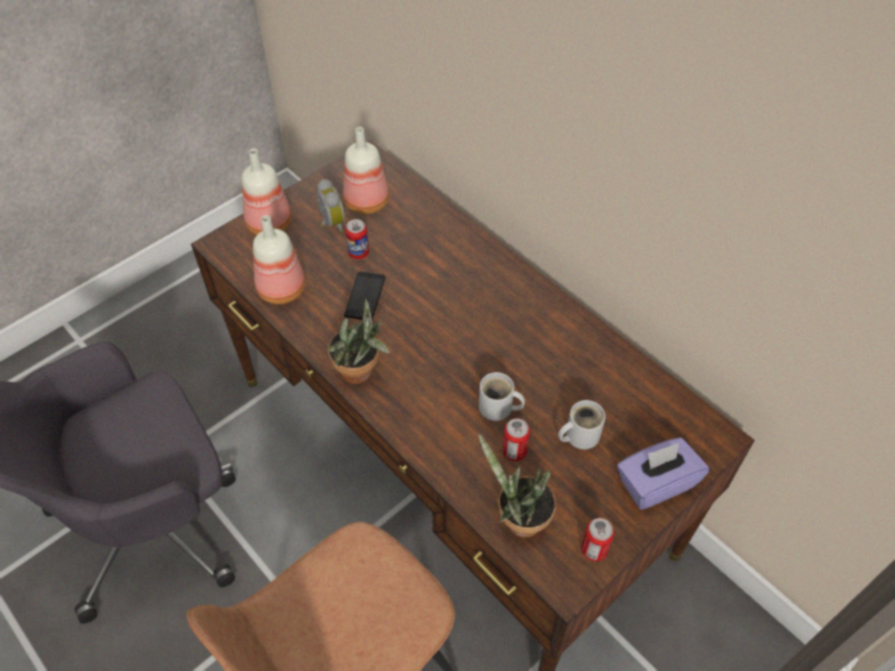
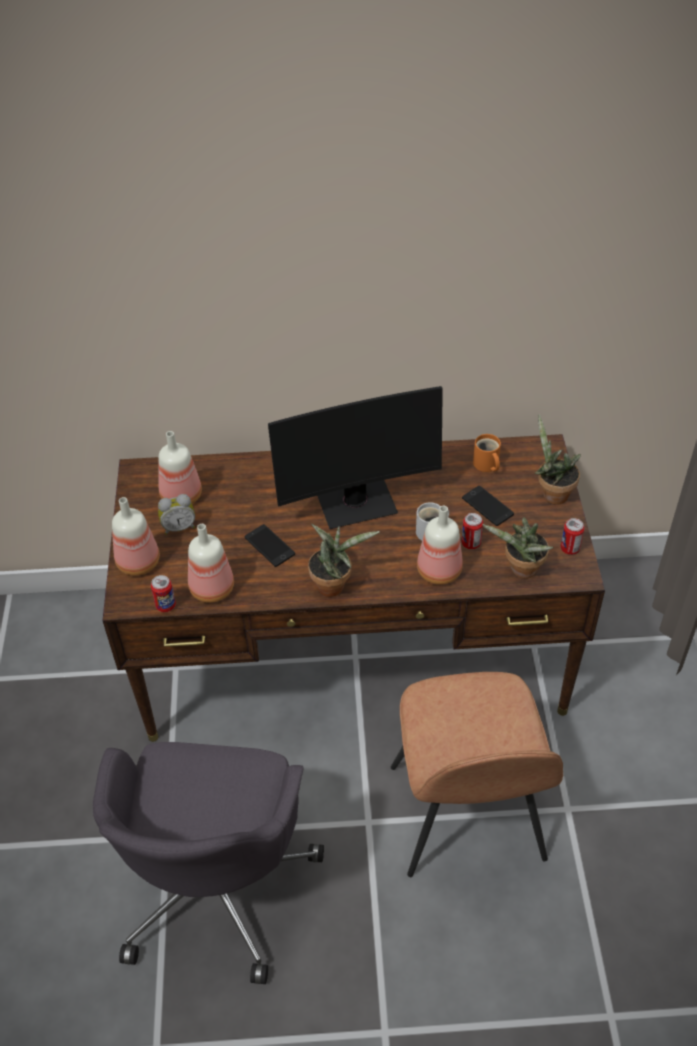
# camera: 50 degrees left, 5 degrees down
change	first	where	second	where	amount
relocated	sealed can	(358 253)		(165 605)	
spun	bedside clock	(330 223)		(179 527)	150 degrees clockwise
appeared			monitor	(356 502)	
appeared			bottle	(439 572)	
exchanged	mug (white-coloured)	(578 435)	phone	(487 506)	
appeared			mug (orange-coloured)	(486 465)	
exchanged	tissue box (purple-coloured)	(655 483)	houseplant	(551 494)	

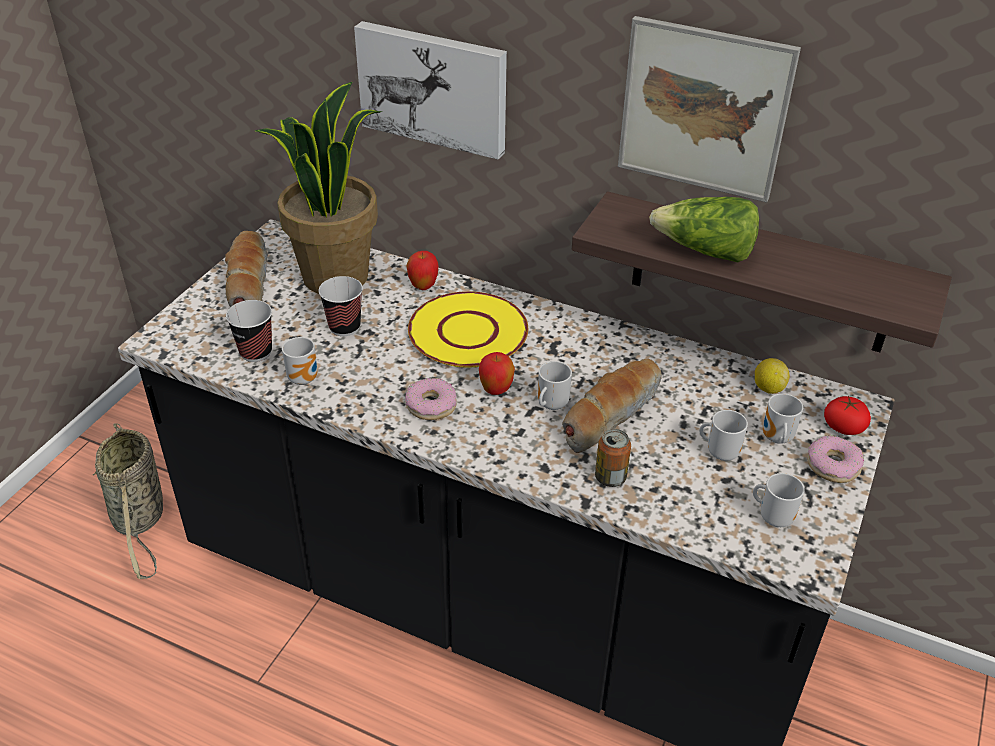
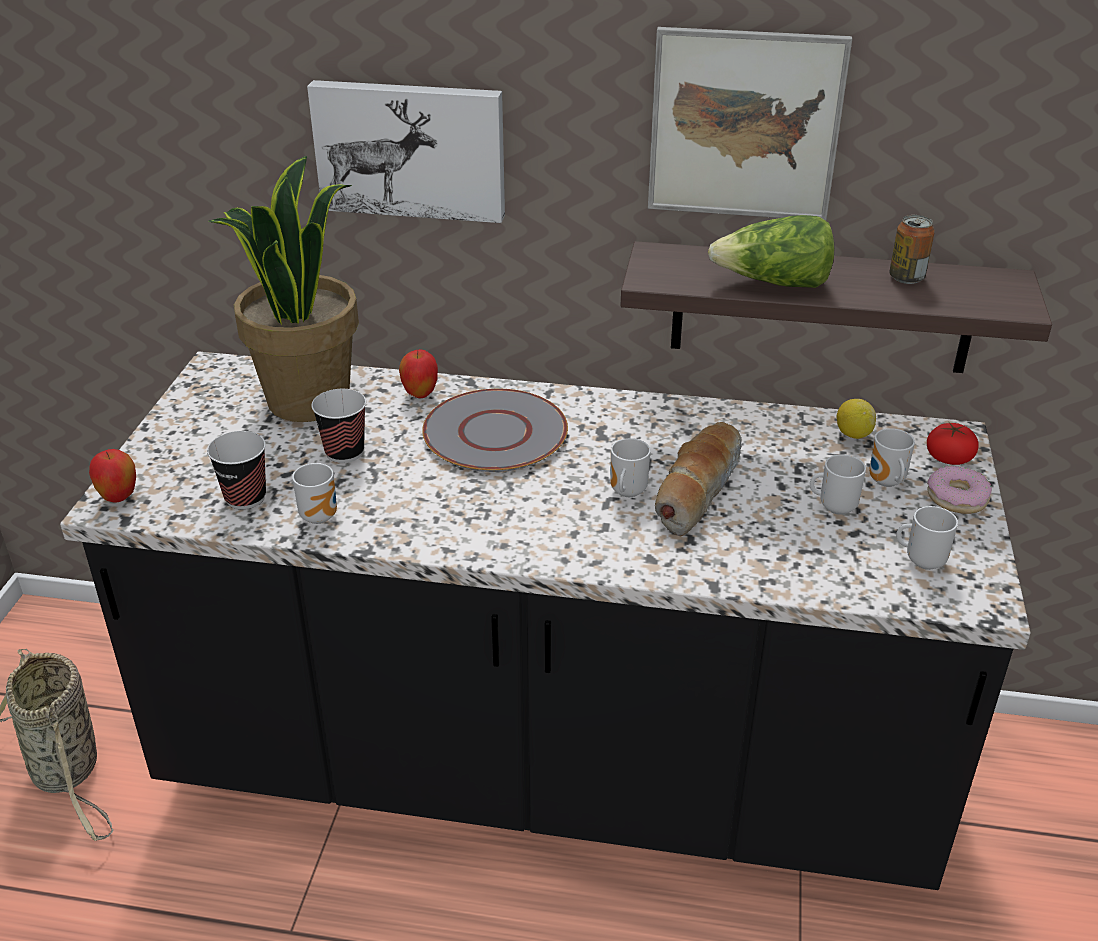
# camera: 15 degrees left, 5 degrees down
change	first	where	second	where	amount
relocated	apple	(496 391)		(119 498)	
colour	flat dish (yellow-coloured)	(467 332)	flat dish (grey)	(495 434)	
relocated	sealed can	(610 477)		(906 278)	
missing	baked bread	(247 282)			
missing	doughnut	(431 405)			

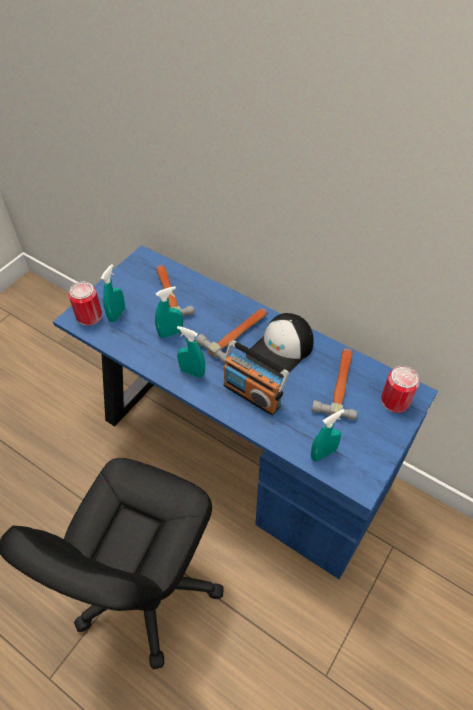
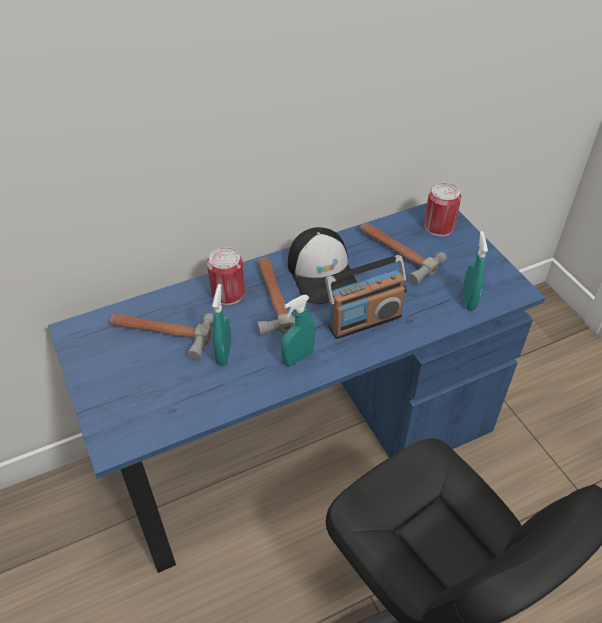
# camera: 60 degrees left, 5 degrees down
change	first	where	second	where	amount
relocated	sealed can	(89 316)		(228 293)	
missing	sprayer (turquoise-coloured)	(117 315)			

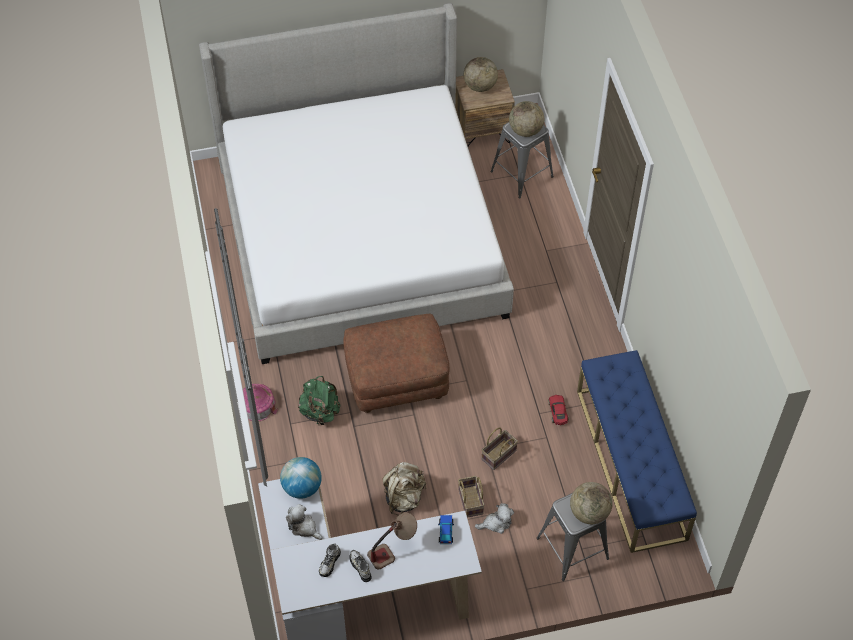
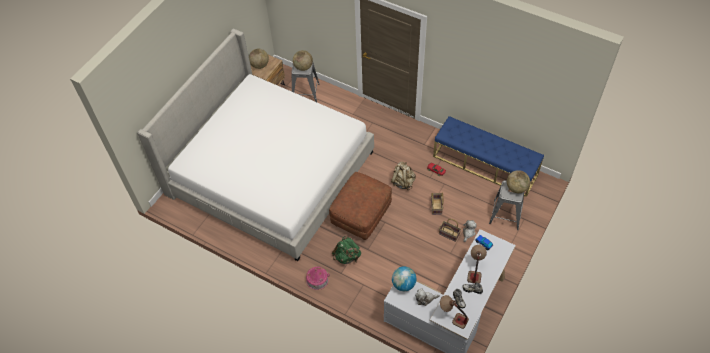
# camera: 45 degrees left, 0 degrees up
change	first	where	second	where	amount
relocated	backpack (beige-coloured)	(404 497)		(403 182)	
appeared			tabletop lamp	(452 317)	

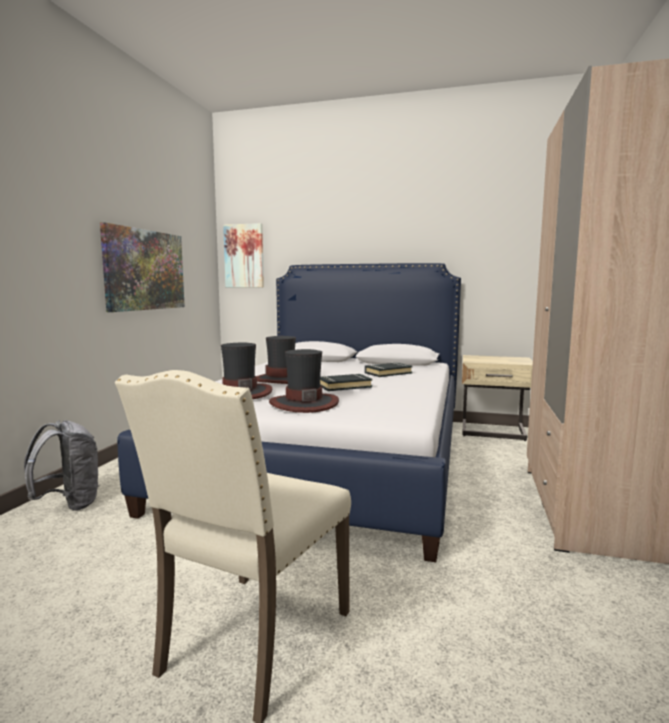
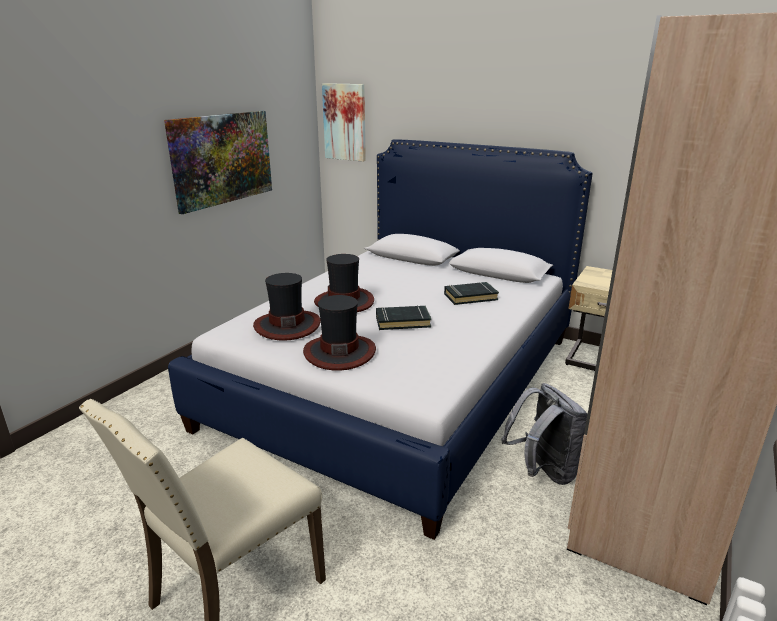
# camera: 15 degrees right, 15 degrees up
change	first	where	second	where	amount
relocated	backpack (grey)	(69 504)		(543 471)	

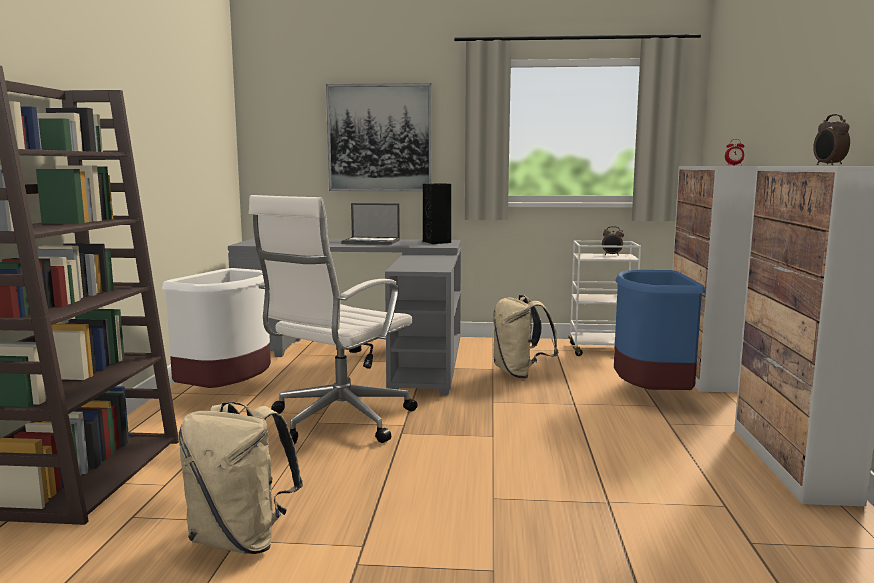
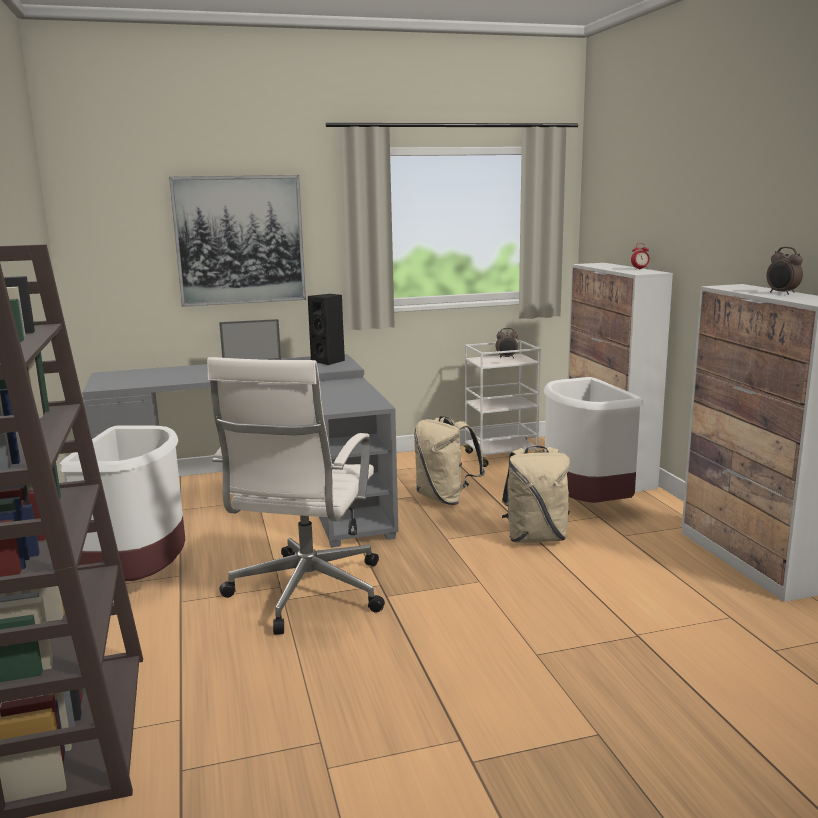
# camera: 20 degrees left, 5 degrees up
change	first	where	second	where	amount
relocated	backpack (beige-coloured)	(241 540)		(535 538)	
colour	rubbish bin (blue)	(651 394)	rubbish bin (white-coloured)	(584 504)	

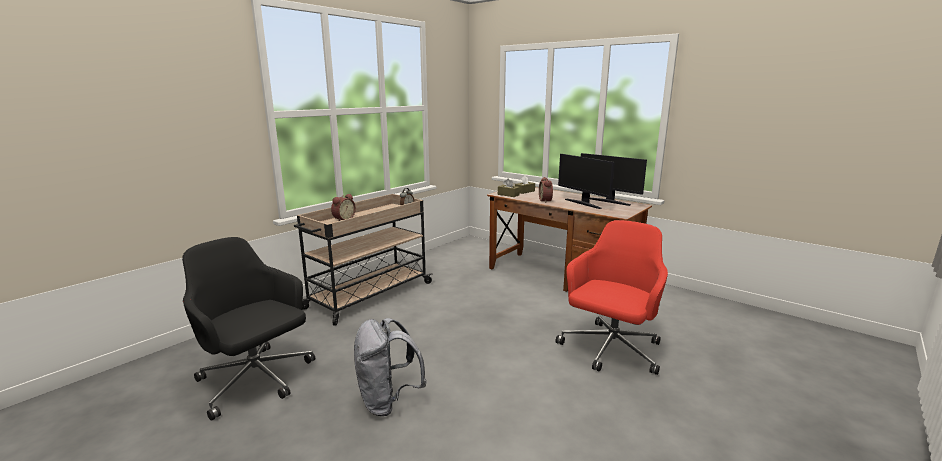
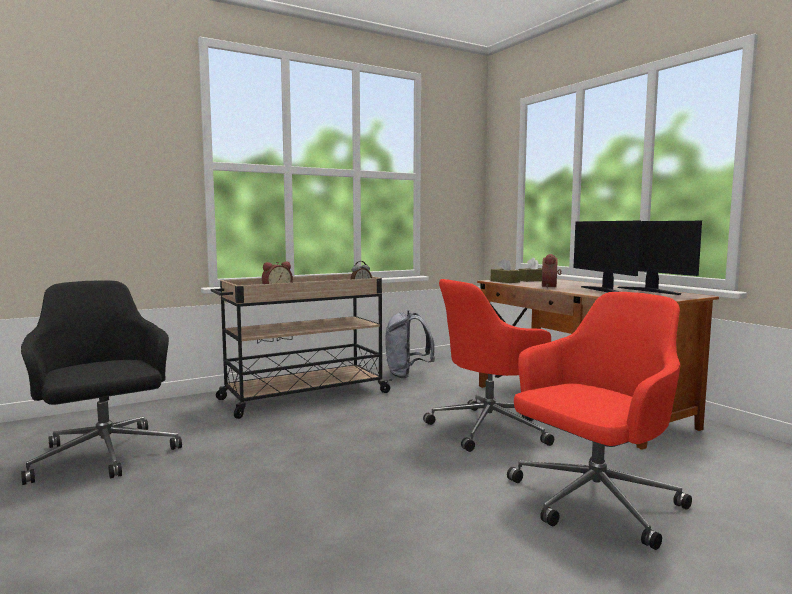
# camera: 20 degrees right, 10 degrees down
change	first	where	second	where	amount
relocated	backpack (grey)	(388 401)		(407 375)	
appeared			computer chair (red-coloured)	(490 428)	

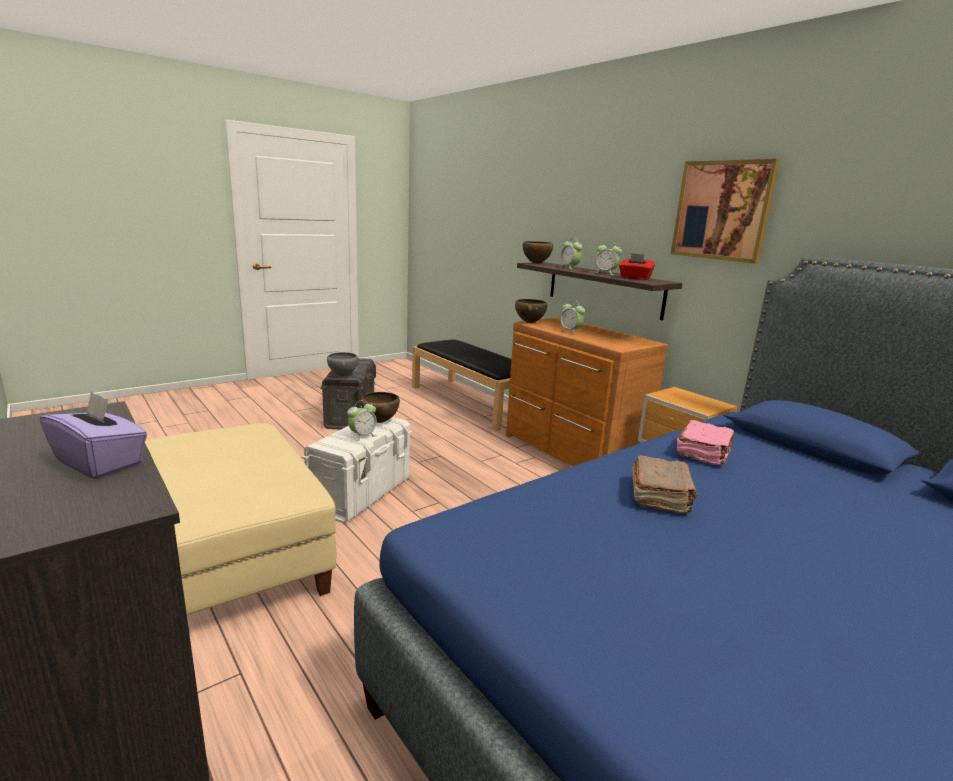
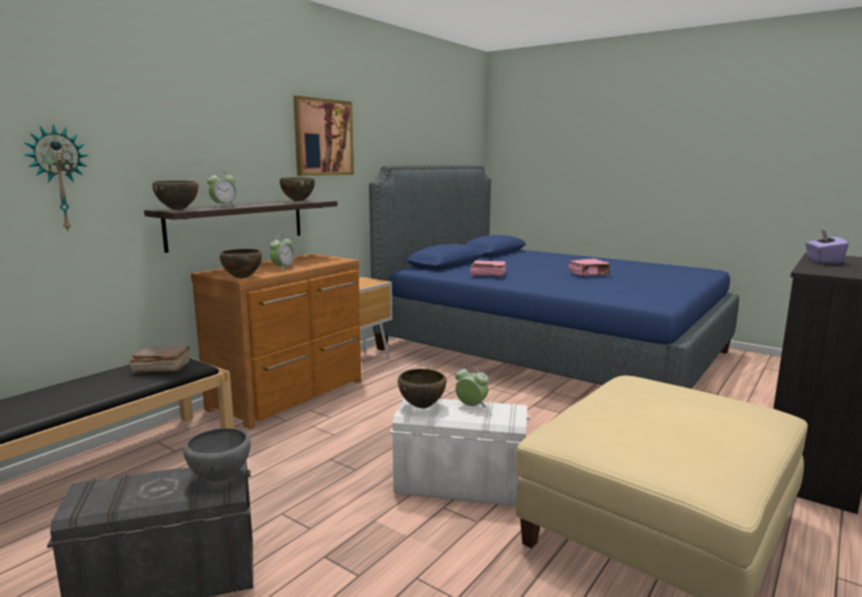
# camera: 105 degrees left, 5 degrees down
change	first	where	second	where	amount
appeared			clock on the wall	(58 179)	
relocated	book (brown)	(660 496)		(161 368)	
exchanged	tissue box (red-coloured)	(634 278)	serving bowl (brown)	(298 201)	
appeared			book (pink)	(589 274)	
missing	bedside clock	(606 273)			

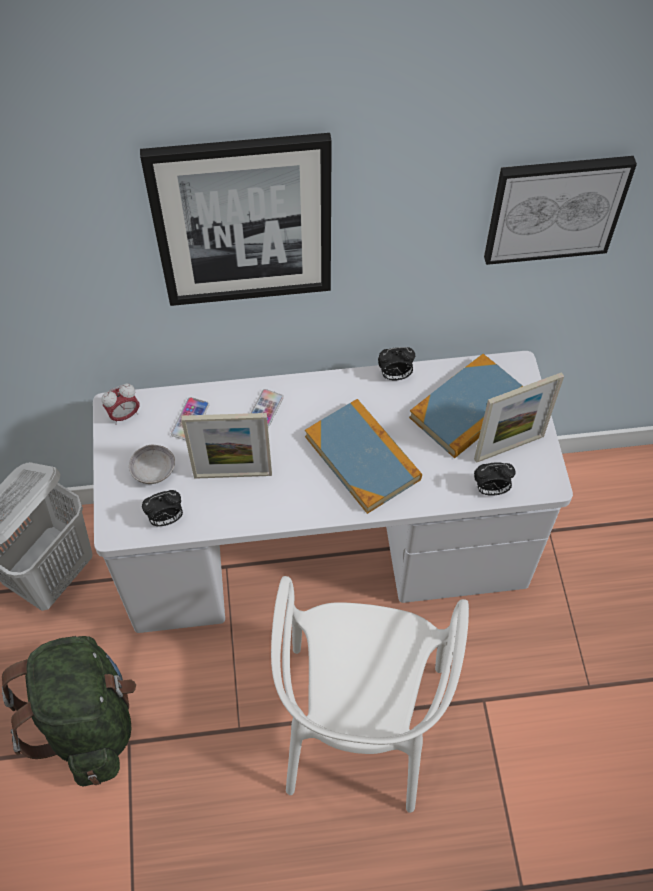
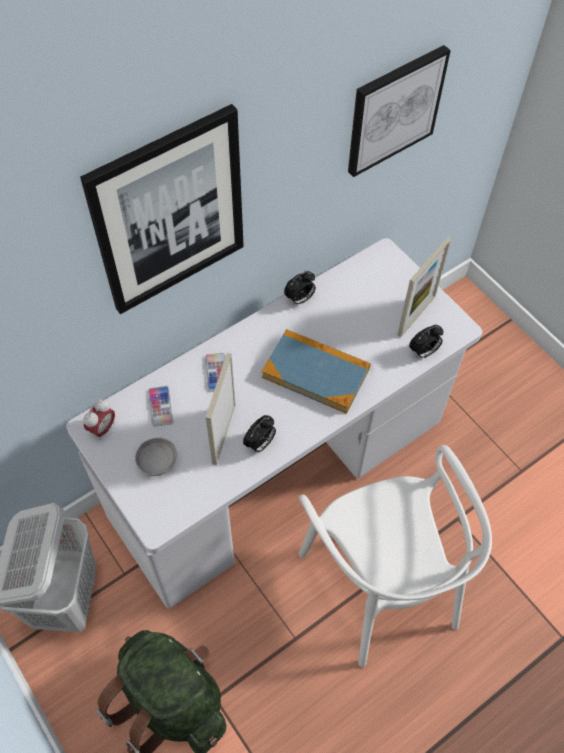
# camera: 30 degrees left, 0 degrees up
change	first	where	second	where	amount
spun	picture frame	(233 475)		(224 434)	135 degrees clockwise
relocated	bedside clock	(166 519)		(260 444)	
missing	book	(468 408)			

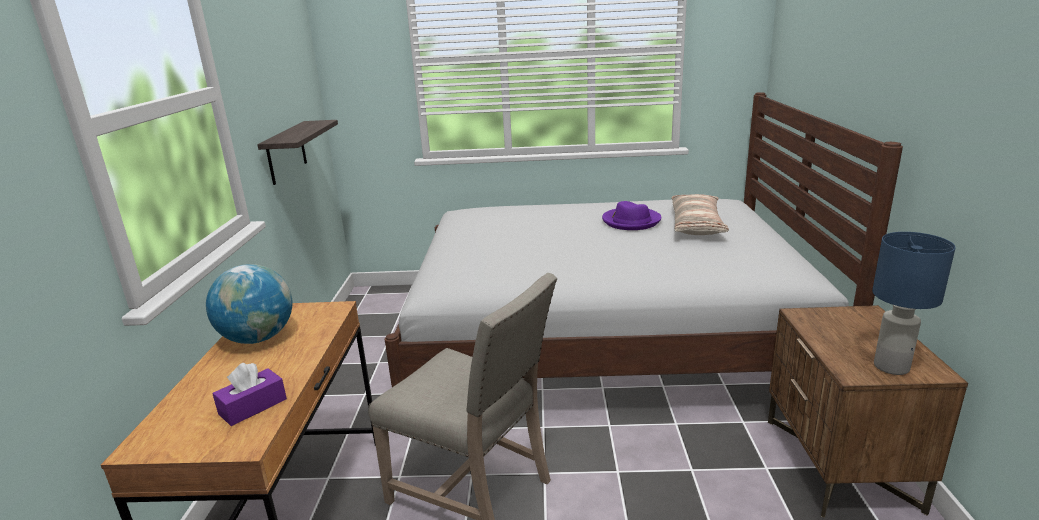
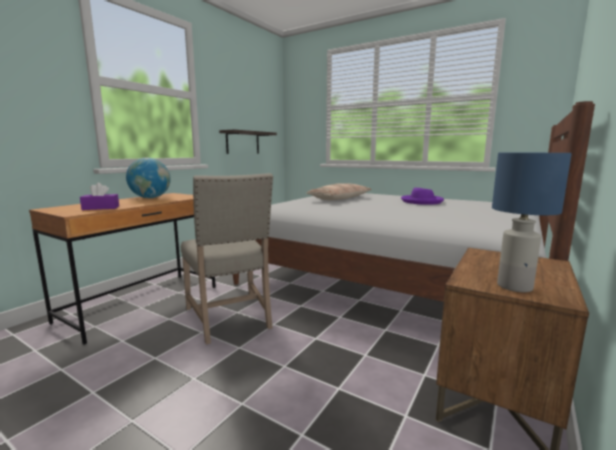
# camera: 30 degrees right, 10 degrees down
change	first	where	second	where	amount
relocated	cushion	(696 225)		(340 199)	

